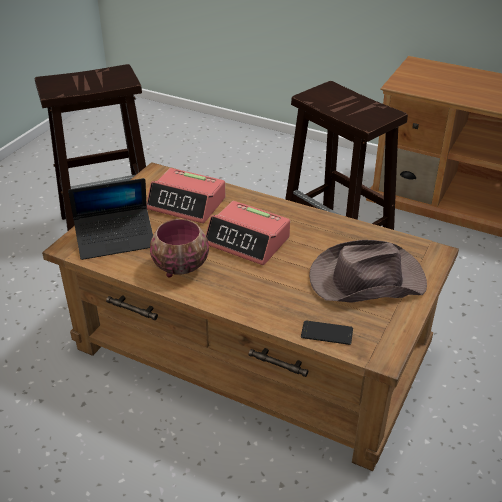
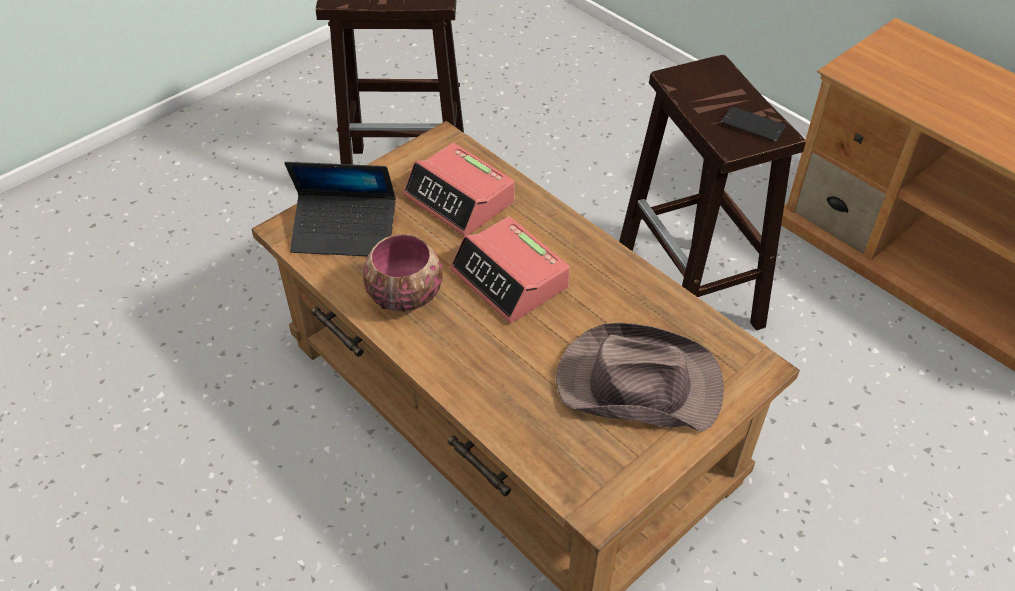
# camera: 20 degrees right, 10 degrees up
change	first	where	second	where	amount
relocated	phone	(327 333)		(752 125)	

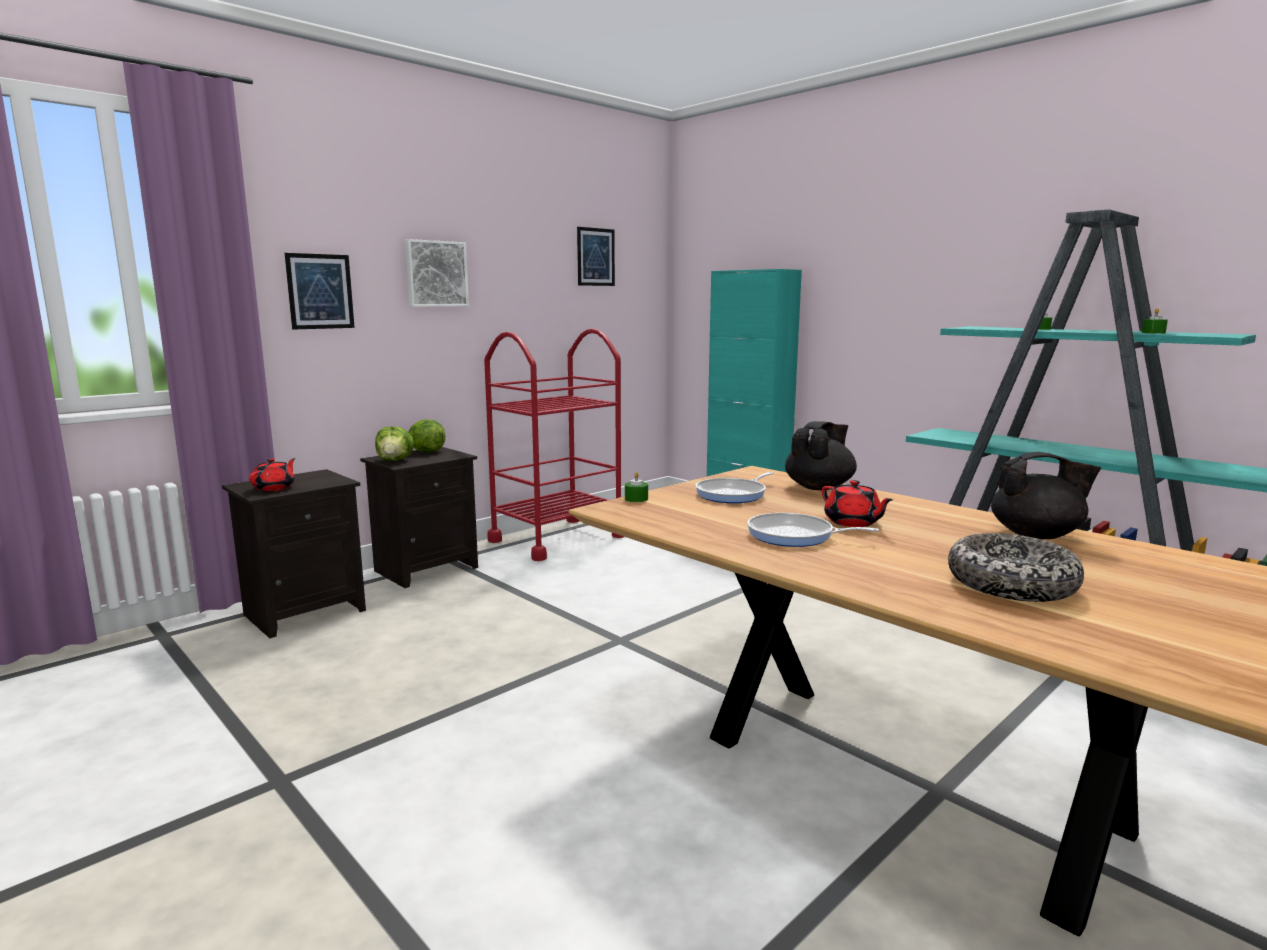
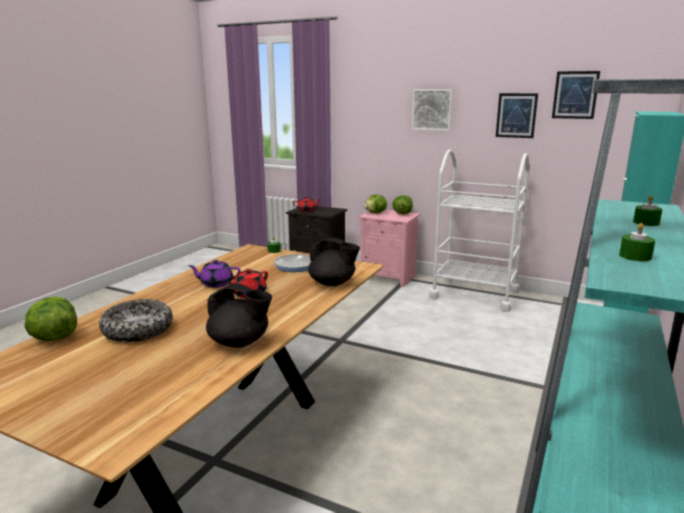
# camera: 70 degrees right, 5 degrees up
change	first	where	second	where	amount
appeared			lettuce	(54 338)	
exchanged	skillet	(795 536)	tea pot (purple-coloured)	(216 284)	
spun	tea pot (black-coloured)	(1037 535)		(240 342)	60 degrees counterclockwise
colour	night table (black-coloured)	(427 568)	night table (pink)	(389 277)	
colour	wheeled cart (red-coloured)	(557 538)	wheeled cart (white-coloured)	(474 294)	
relocated	wall picture	(320 291)		(516 115)	

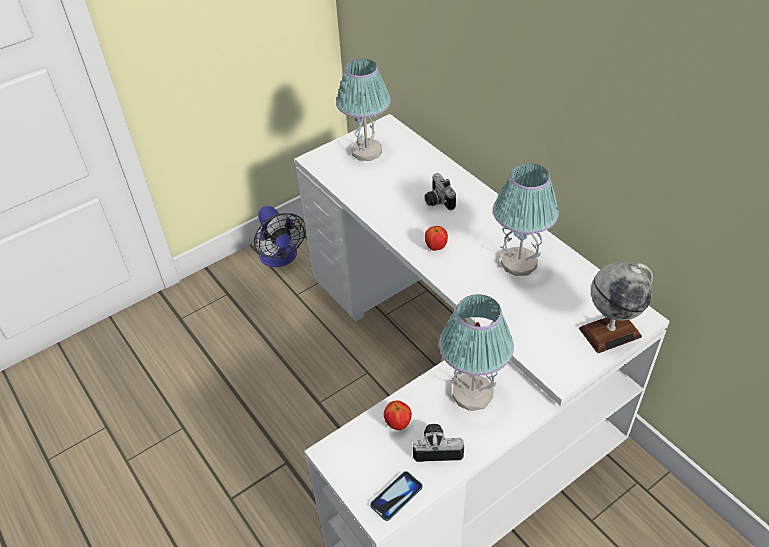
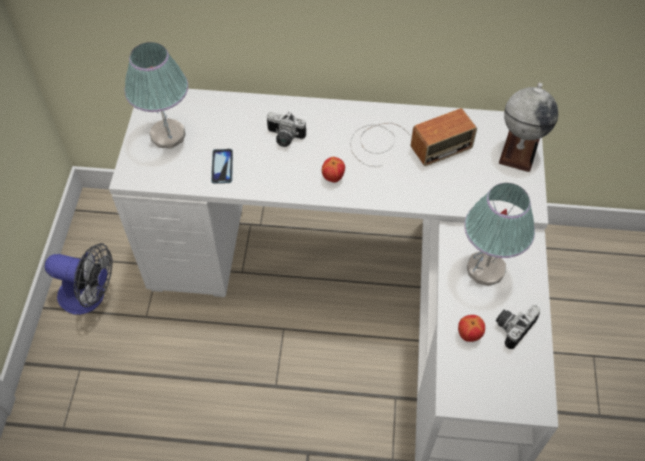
# camera: 50 degrees left, 10 degrees up
change	first	where	second	where	amount
relocated	phone	(396 496)		(222 166)	
exchanged	tabletop lamp	(519 263)	radio receiver	(405 144)	

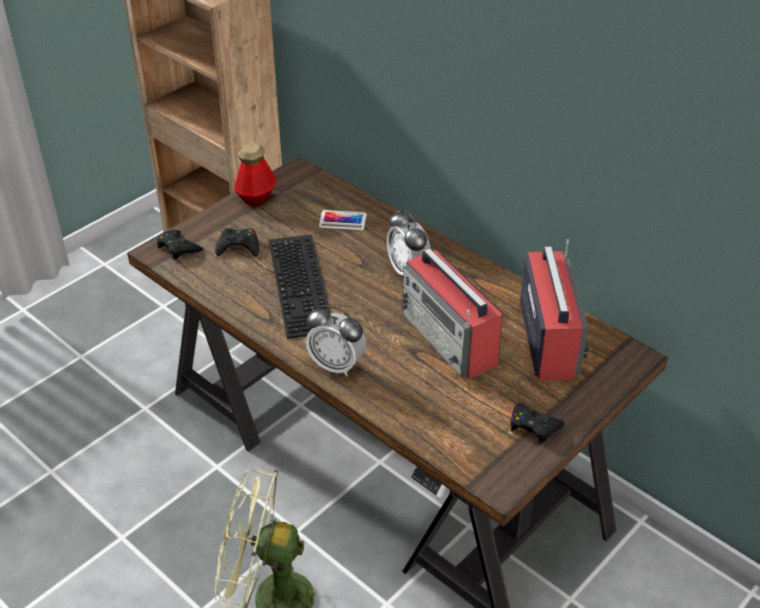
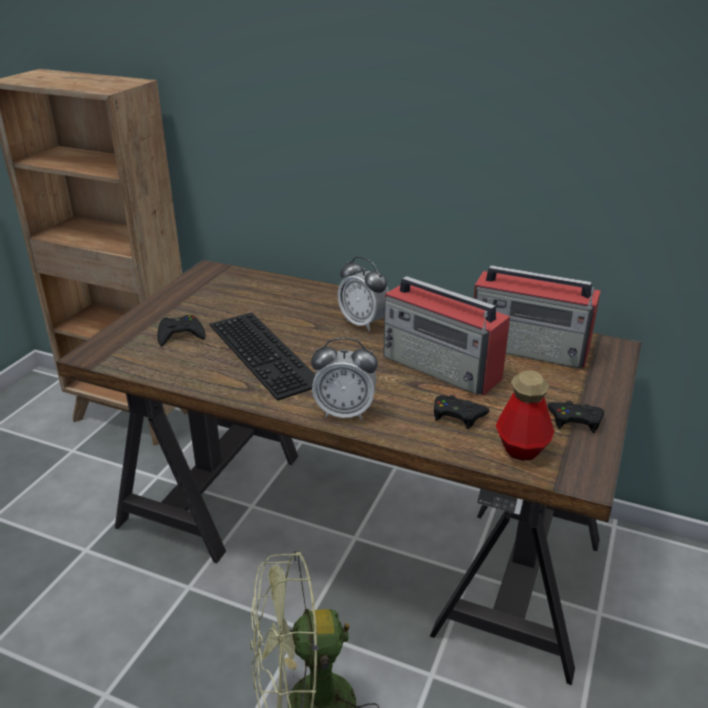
# camera: 20 degrees left, 10 degrees down
change	first	where	second	where	amount
relocated	game controller (black-coloured)	(178 248)		(457 415)	
spun	radio receiver	(548 338)		(530 349)	135 degrees clockwise
relocated	bottle	(256 197)		(521 448)	
missing	phone	(342 220)			

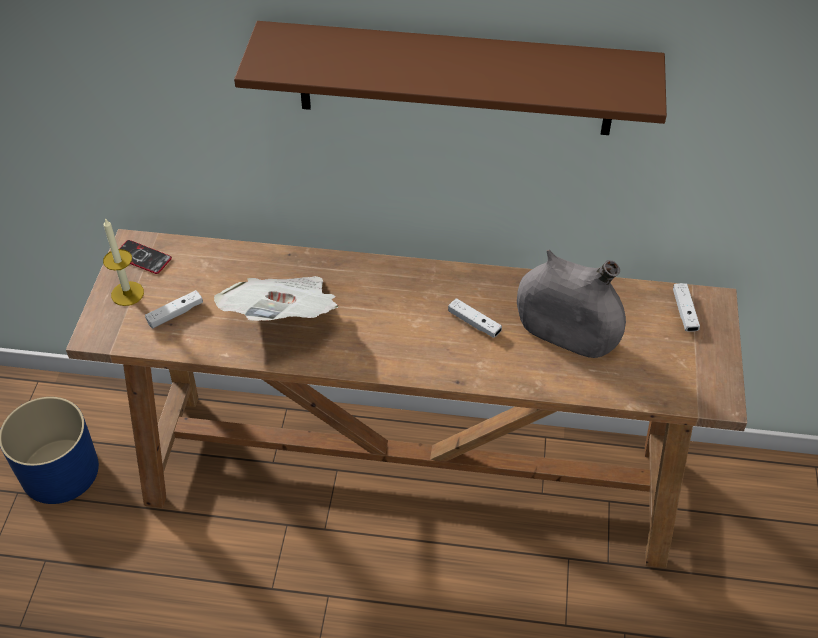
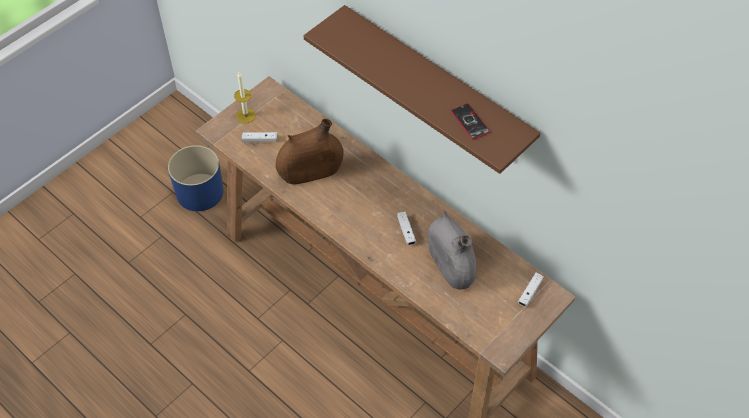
# camera: 35 degrees right, 5 degrees up
change	first	where	second	where	amount
exchanged	daily paper	(284 318)	flower vase (brown)	(310 172)	
relocated	phone	(142 258)		(470 122)	

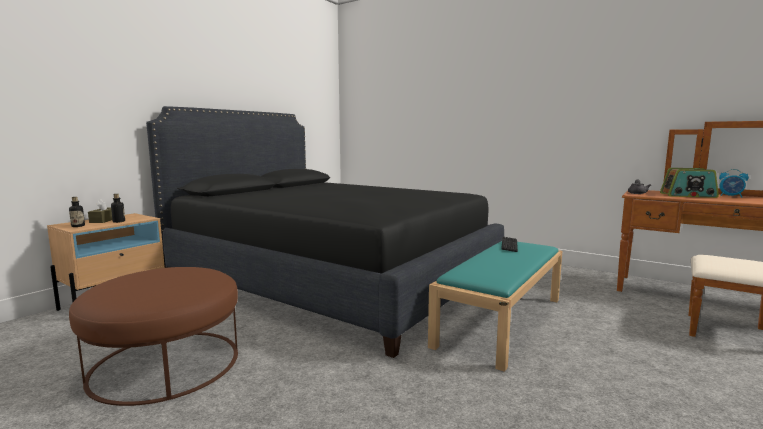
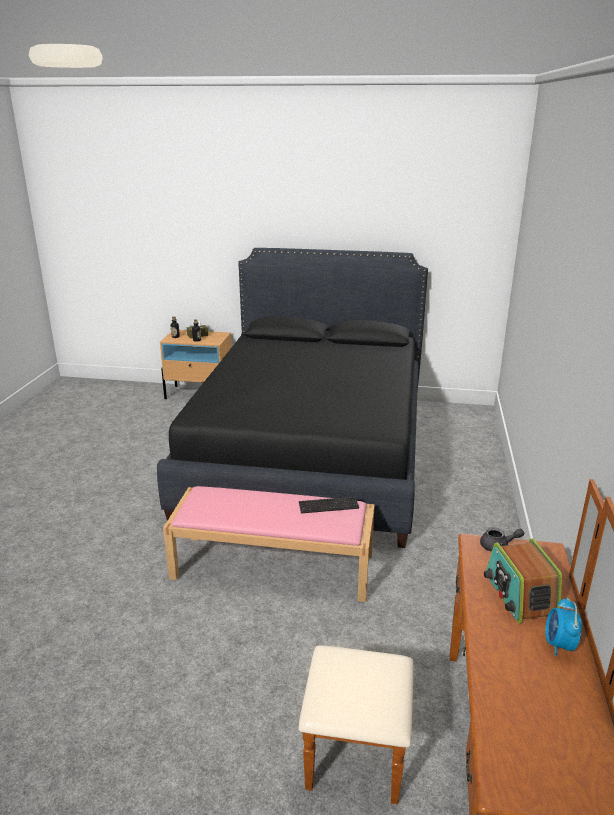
# camera: 65 degrees right, 15 degrees up
change	first	where	second	where	amount
colour	indoor bench (turquoise-coloured)	(501 320)	indoor bench (pink)	(274 566)	
missing	pouffe (brown)	(166 363)			

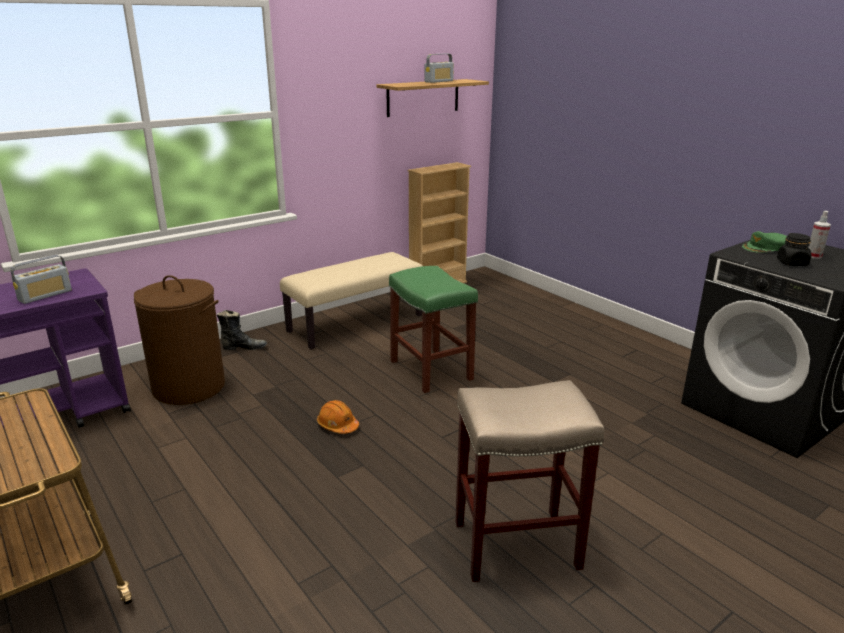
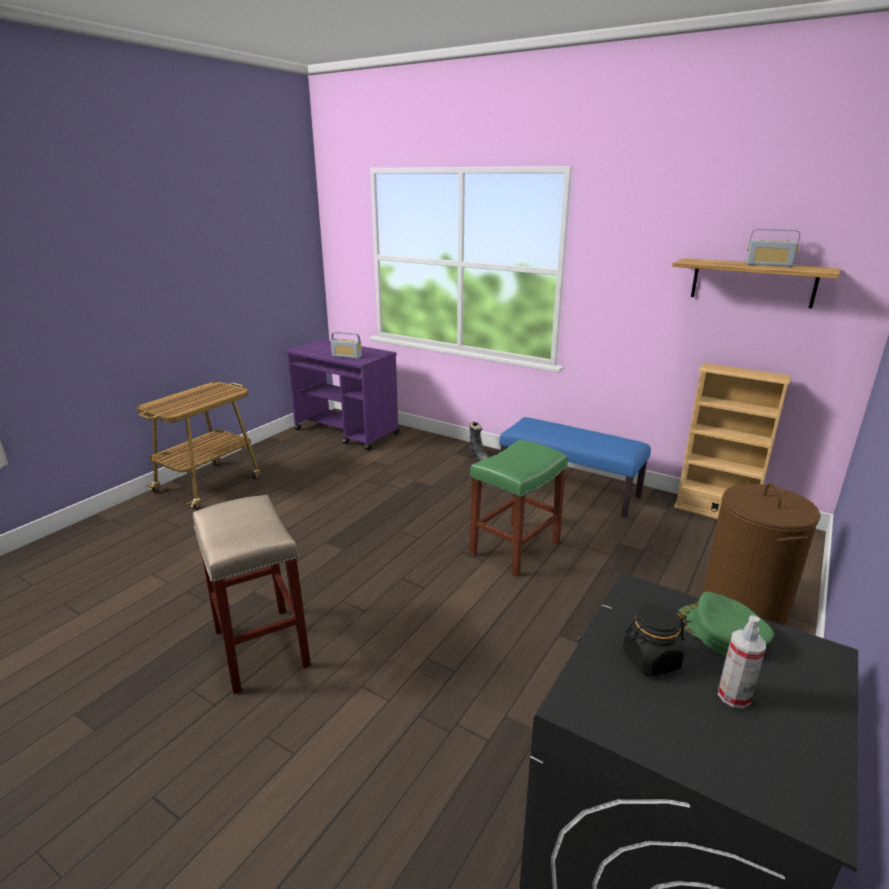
# camera: 70 degrees right, 0 degrees up
change	first	where	second	where	amount
colour	indoor bench (beige-coloured)	(356 323)	indoor bench (blue)	(569 489)	
relocated	laundry basket (brown)	(189 387)		(744 605)	
missing	safety helmet (orange-coloured)	(337 425)			

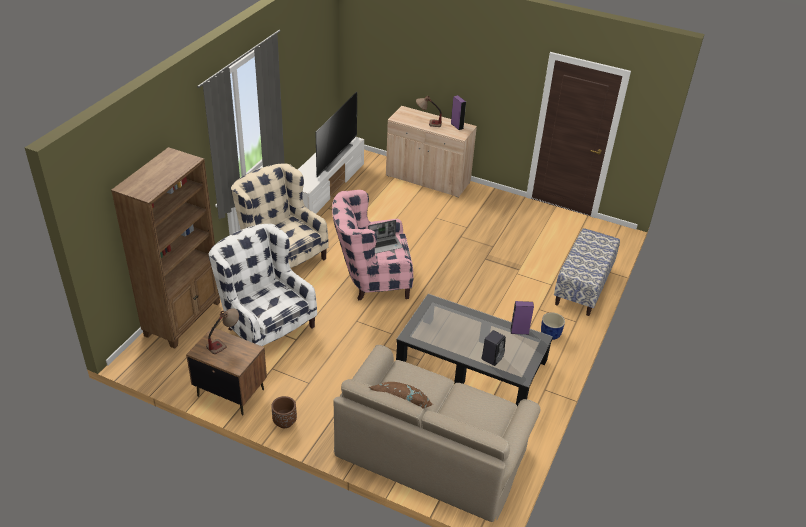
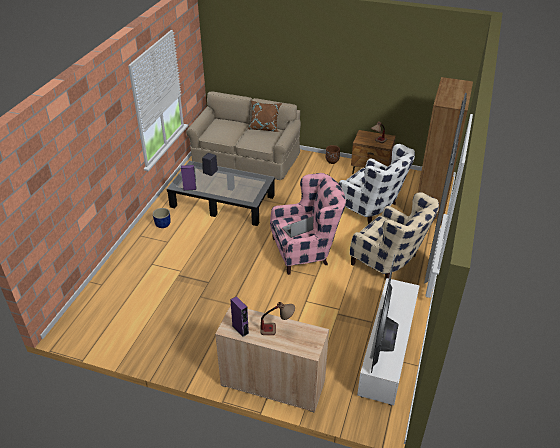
# camera: 175 degrees right, 0 degrees up
change	first	where	second	where	amount
missing	indoor bench	(583 286)			

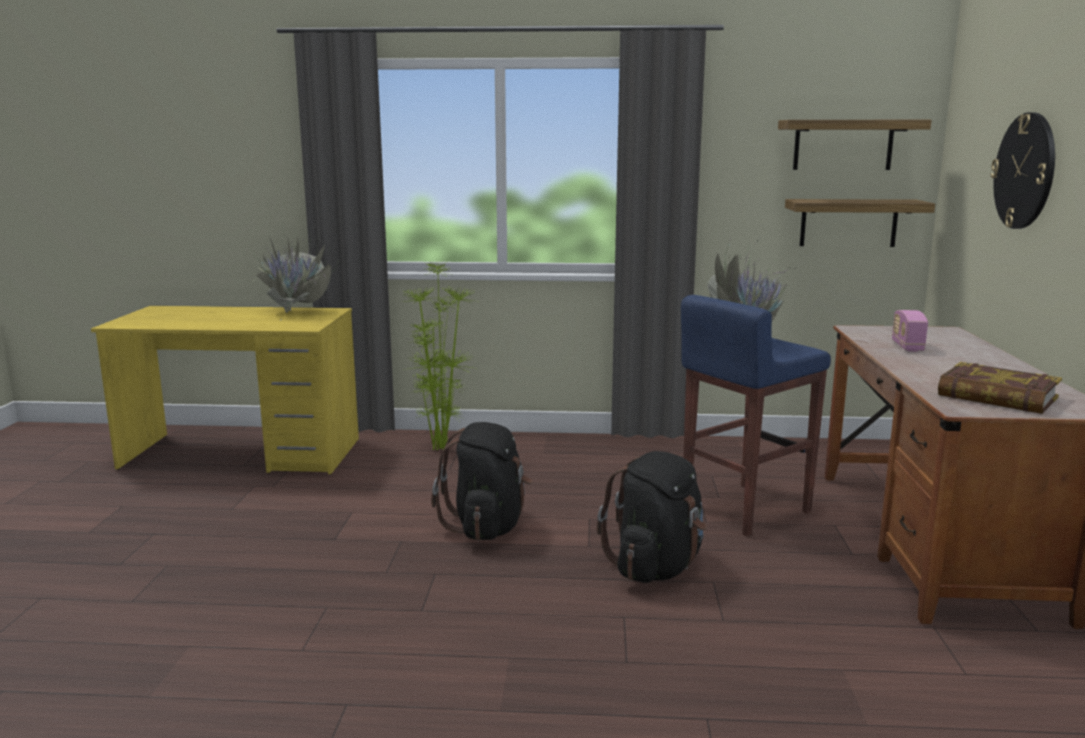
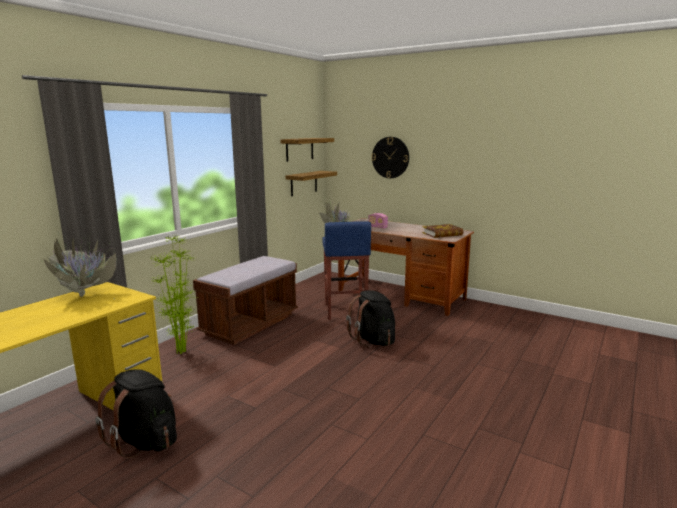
# camera: 60 degrees left, 0 degrees up
change	first	where	second	where	amount
relocated	backpack (black-coloured)	(487 527)		(145 441)	
appeared			indoor bench (brown)	(250 324)	

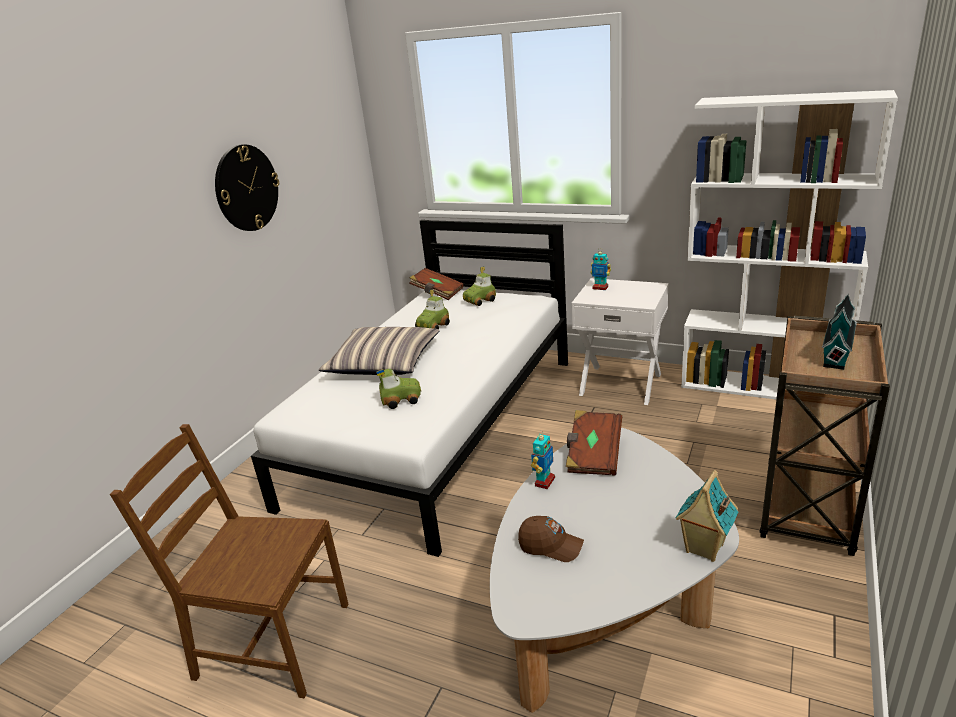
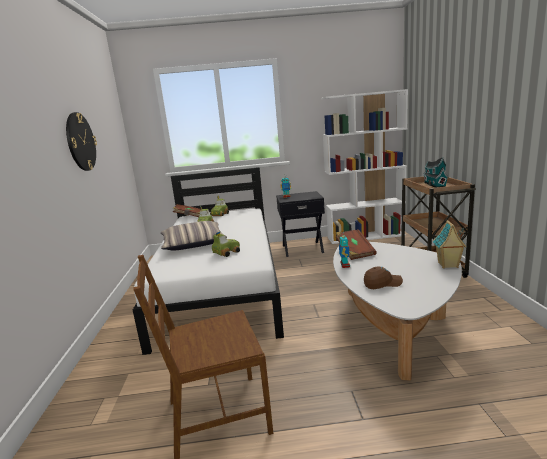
# camera: 30 degrees left, 10 degrees down
change	first	where	second	where	amount
colour	night table (white-coloured)	(621 384)	night table (black-coloured)	(302 248)	

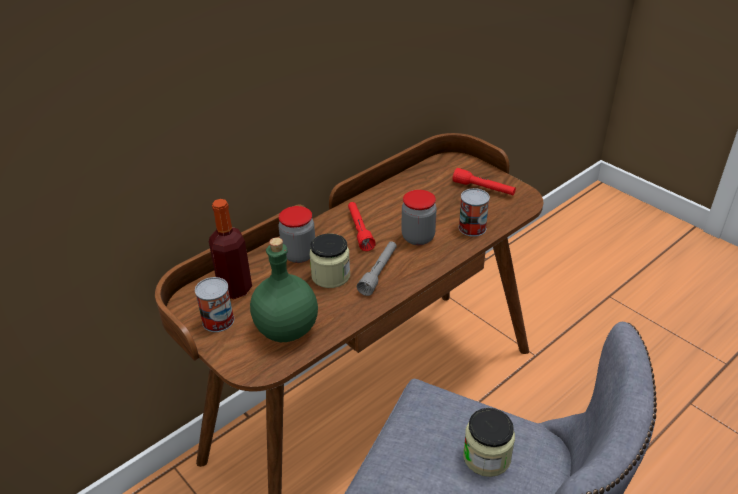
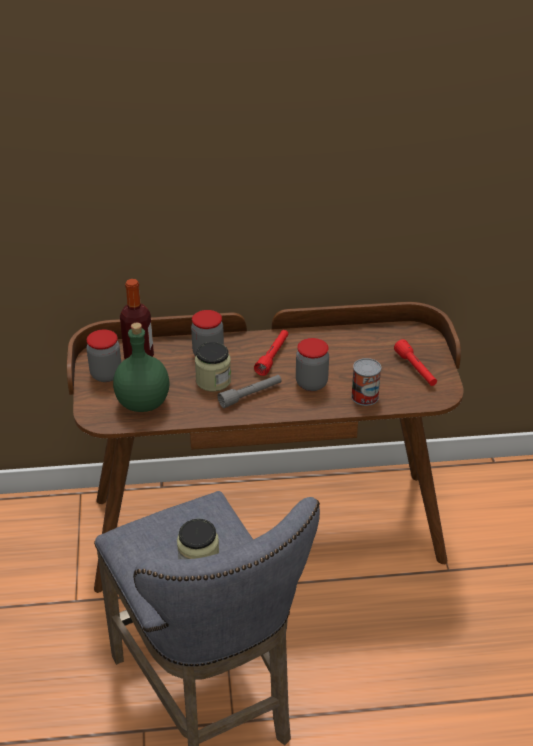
# camera: 35 degrees right, 0 degrees up
change	first	where	second	where	amount
exchanged	sealed can	(218 320)	preserve jar	(106 374)	

